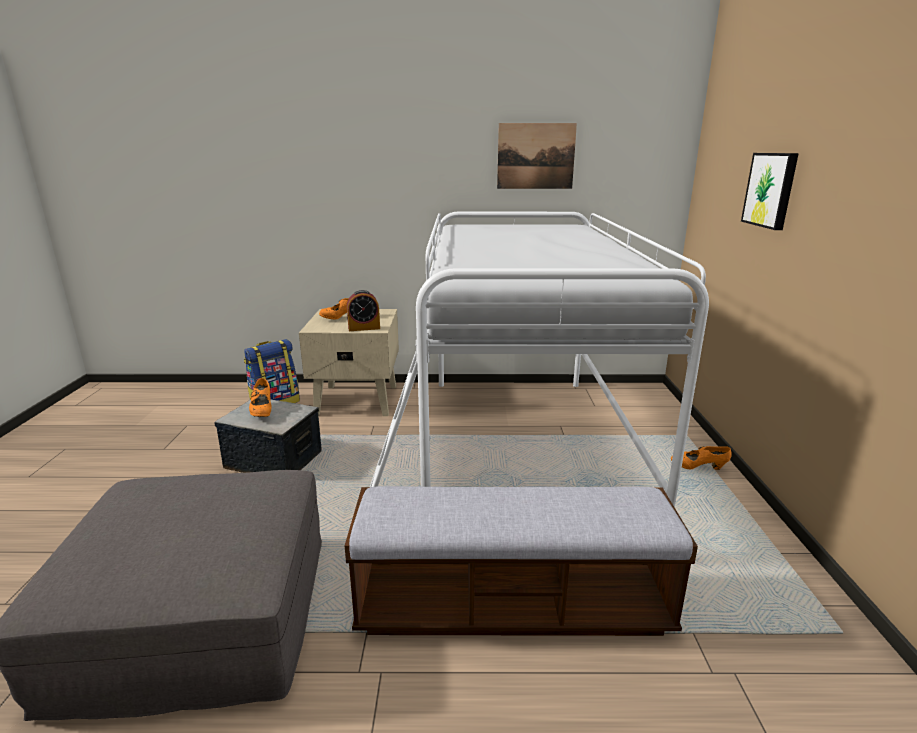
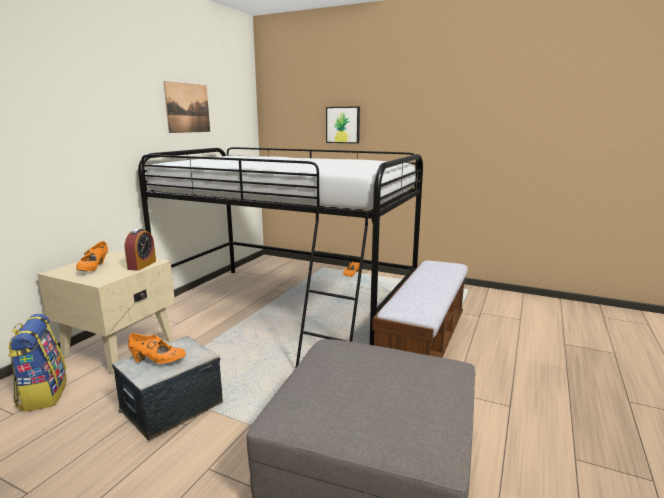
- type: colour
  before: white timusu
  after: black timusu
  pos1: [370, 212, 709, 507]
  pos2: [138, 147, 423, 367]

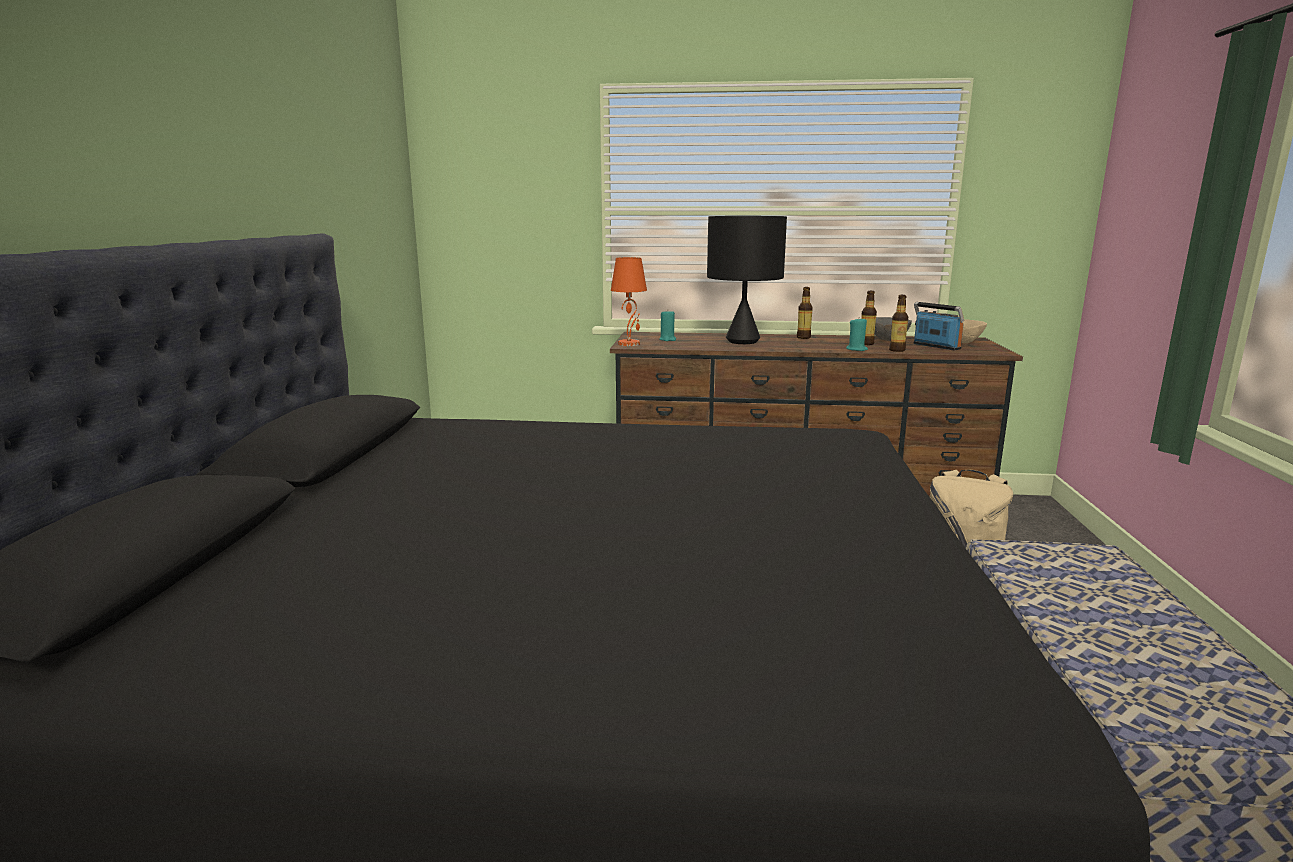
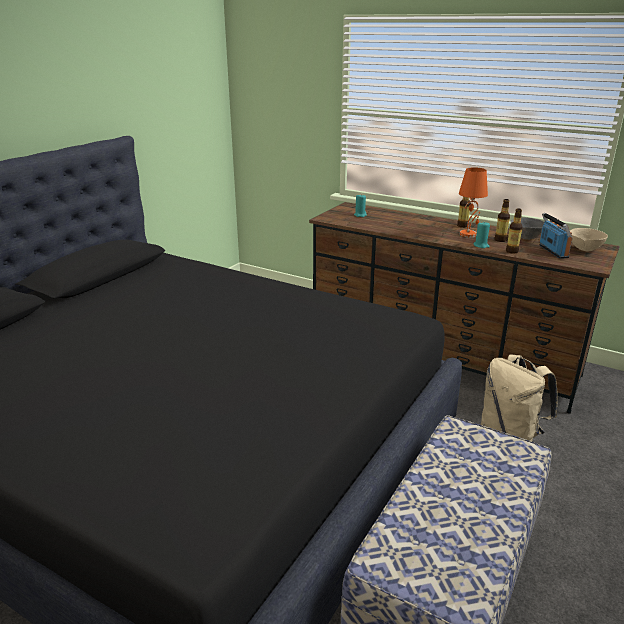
- type: missing
  before: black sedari
  pos1: [707, 216, 787, 344]
- type: relocated
  before: orange sedari
  pos1: [611, 257, 647, 346]
  pos2: [459, 167, 488, 237]

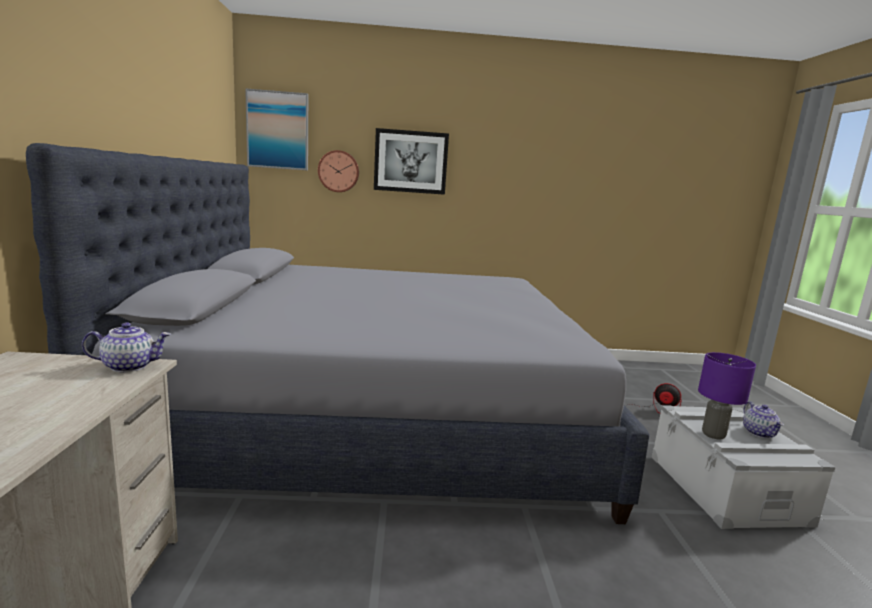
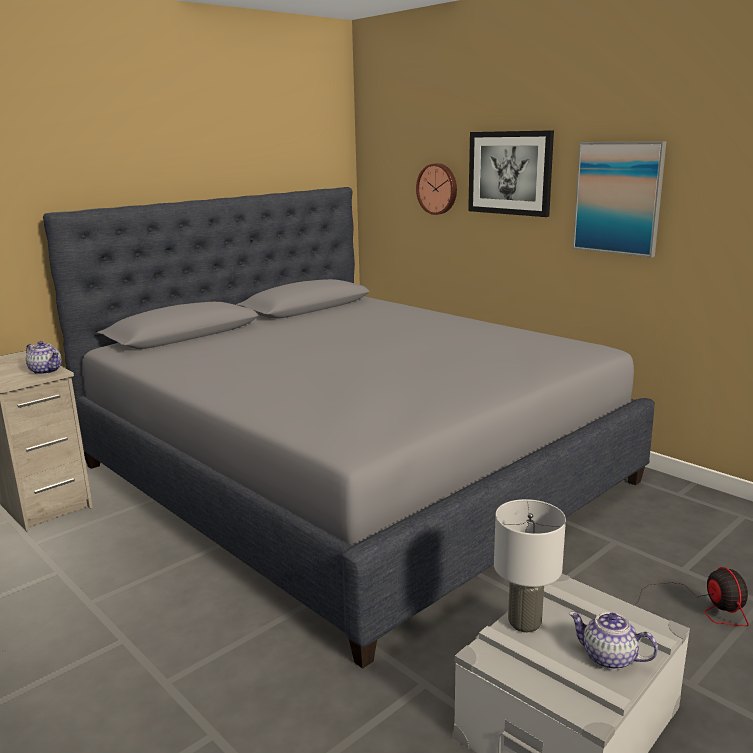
- type: relocated
  before: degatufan
  pos1: [245, 88, 308, 170]
  pos2: [573, 141, 666, 258]
- type: colour
  before: purple sedari
  after: white sedari
  pos1: [698, 352, 756, 440]
  pos2: [494, 499, 566, 633]
- type: spun
  before: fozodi
  pos1: [743, 401, 784, 438]
  pos2: [568, 611, 658, 670]
  turn: 75

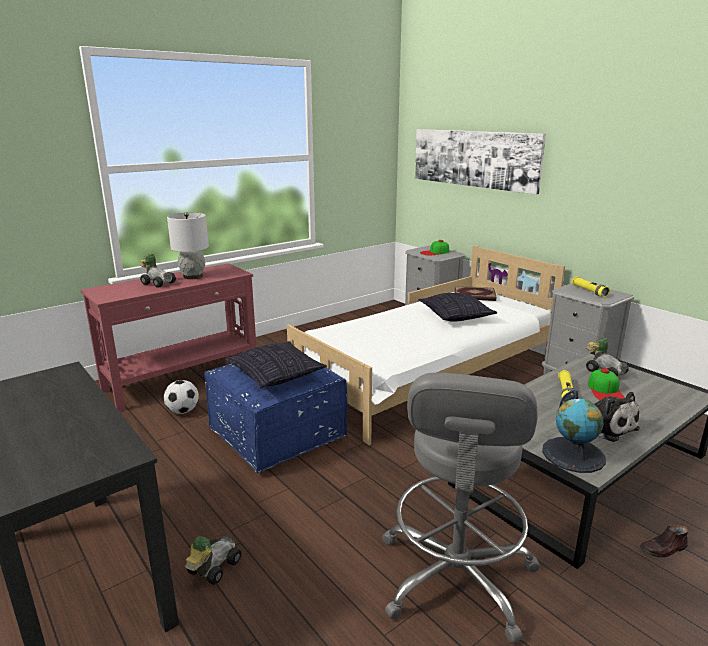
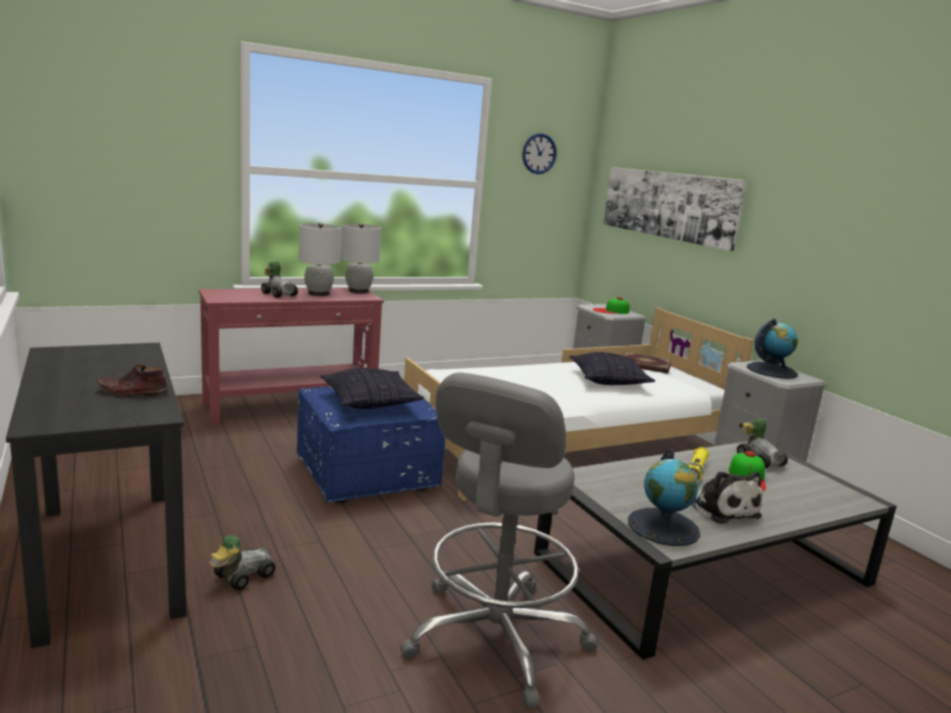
- type: missing
  before: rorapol
  pos1: [164, 380, 199, 414]
- type: appeared
  after: white sedari
  pos2: [340, 223, 381, 293]
- type: appeared
  after: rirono
  pos2: [522, 133, 556, 174]
- type: relocated
  before: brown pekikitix
  pos1: [639, 525, 688, 557]
  pos2: [96, 364, 168, 397]
- type: exchanged
  before: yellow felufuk
  after: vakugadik
  pos1: [572, 276, 610, 297]
  pos2: [747, 319, 798, 379]

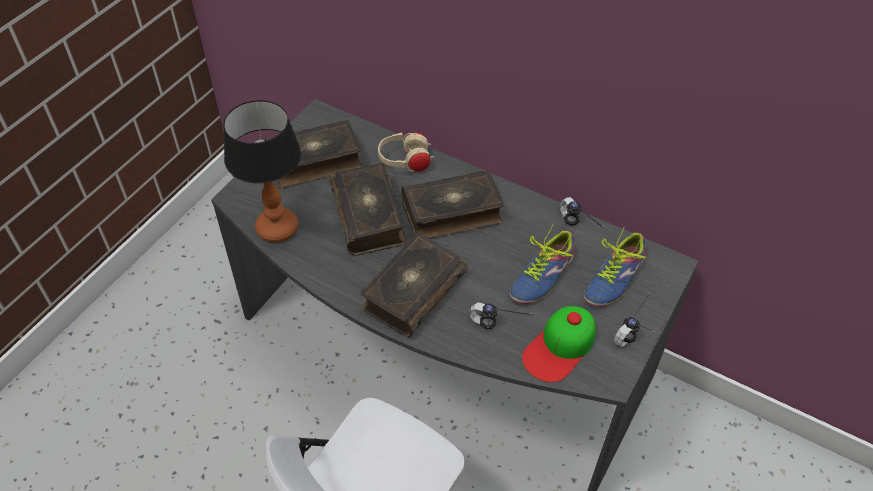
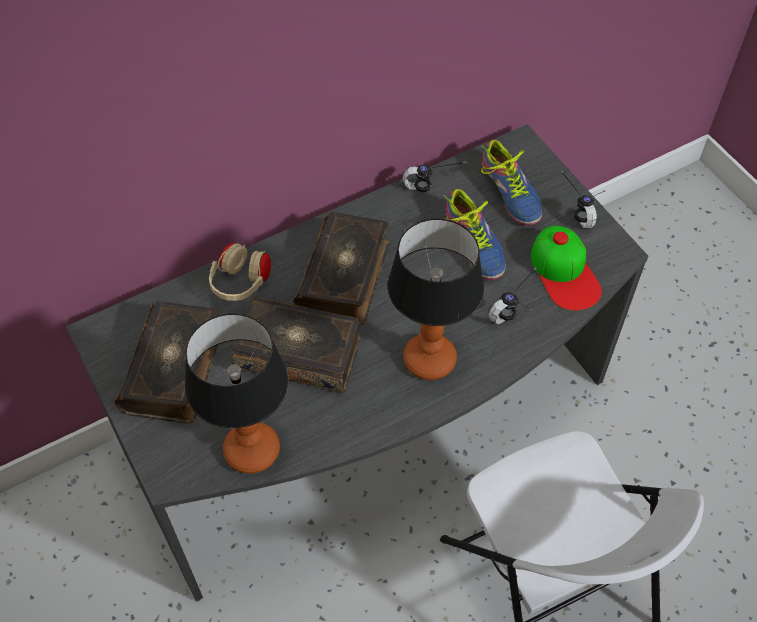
- type: exchanged
  before: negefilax
  after: sedari
  pos1: [360, 233, 467, 338]
  pos2: [387, 218, 484, 380]

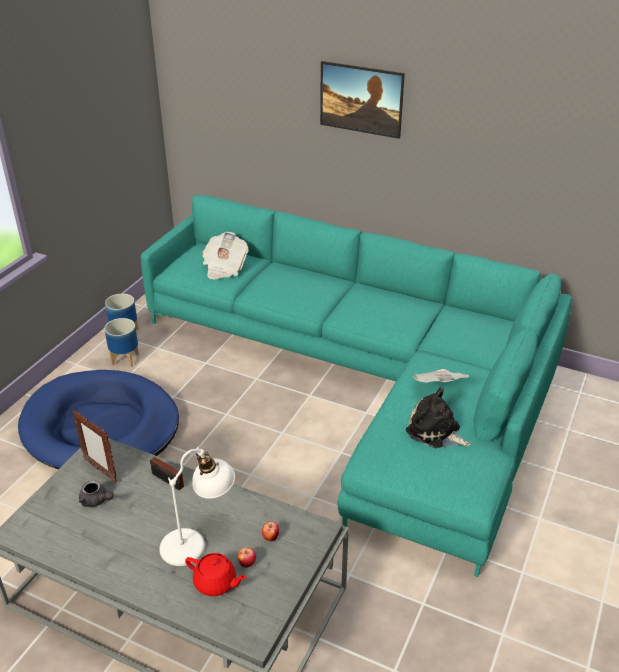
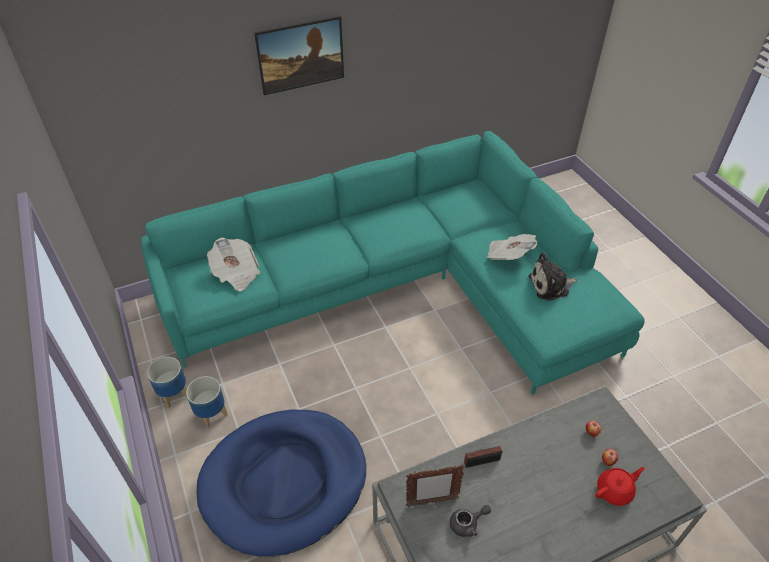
- type: missing
  before: white sedari
  pos1: [160, 447, 235, 566]

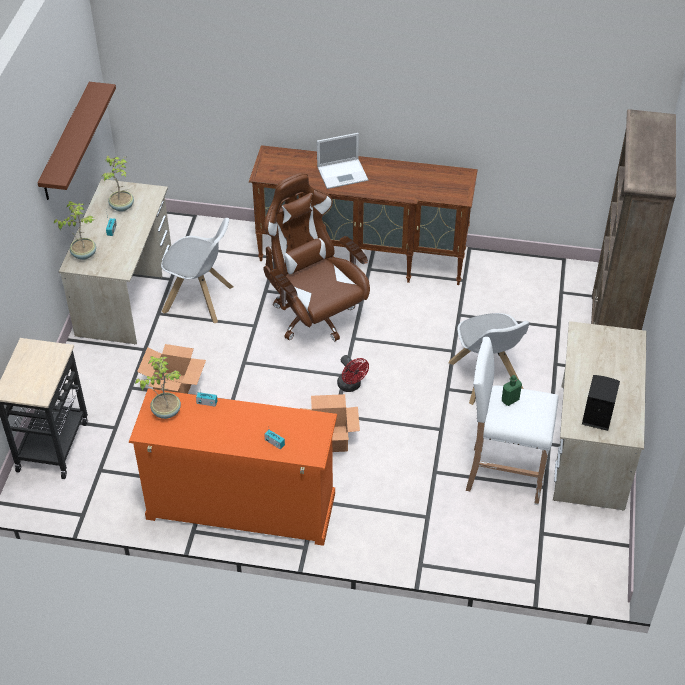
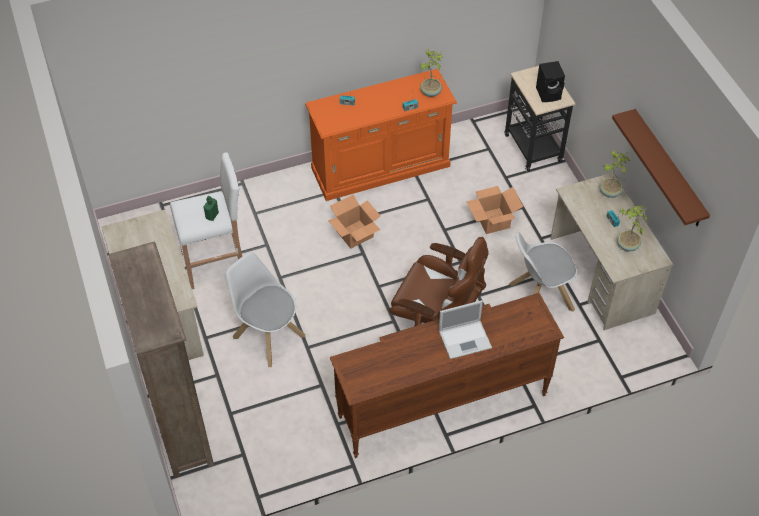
- type: missing
  before: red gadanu
  pos1: [337, 355, 369, 392]
- type: relocated
  before: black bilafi
  pos1: [582, 375, 620, 431]
  pos2: [536, 61, 565, 102]
- type: spun
  before: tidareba
  pos1: [317, 133, 368, 189]
  pos2: [439, 300, 492, 359]
  turn: -150

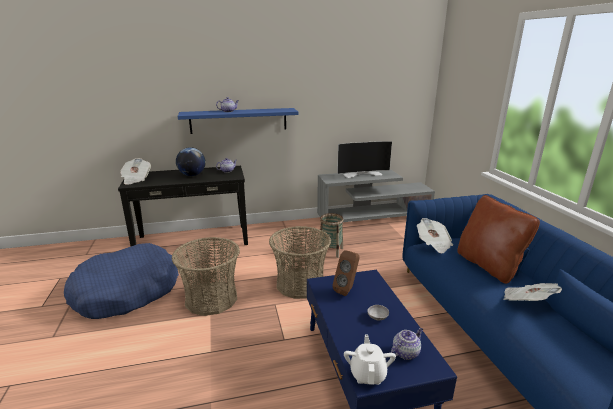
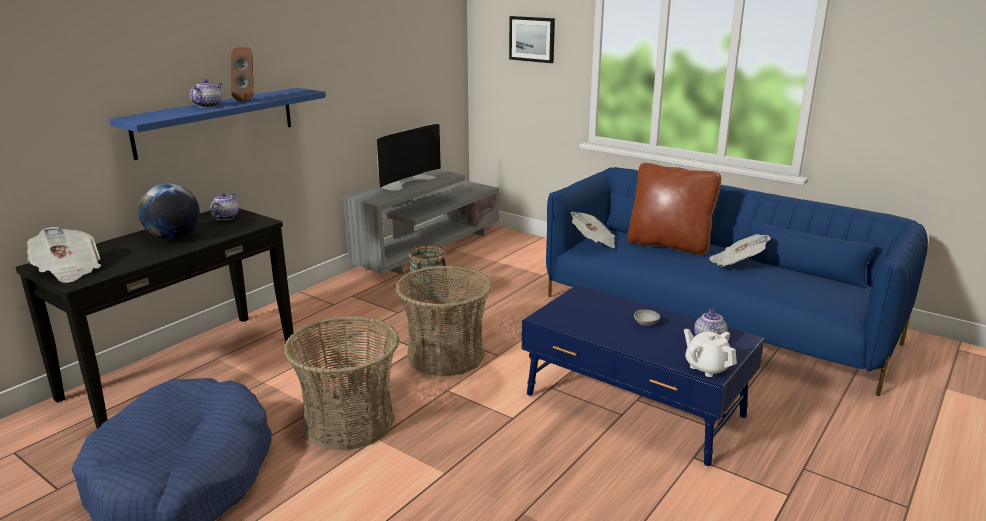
- type: appeared
  after: degatufan
  pos2: [509, 16, 555, 63]
- type: relocated
  before: brown bilafi
  pos1: [332, 250, 360, 296]
  pos2: [231, 47, 253, 101]

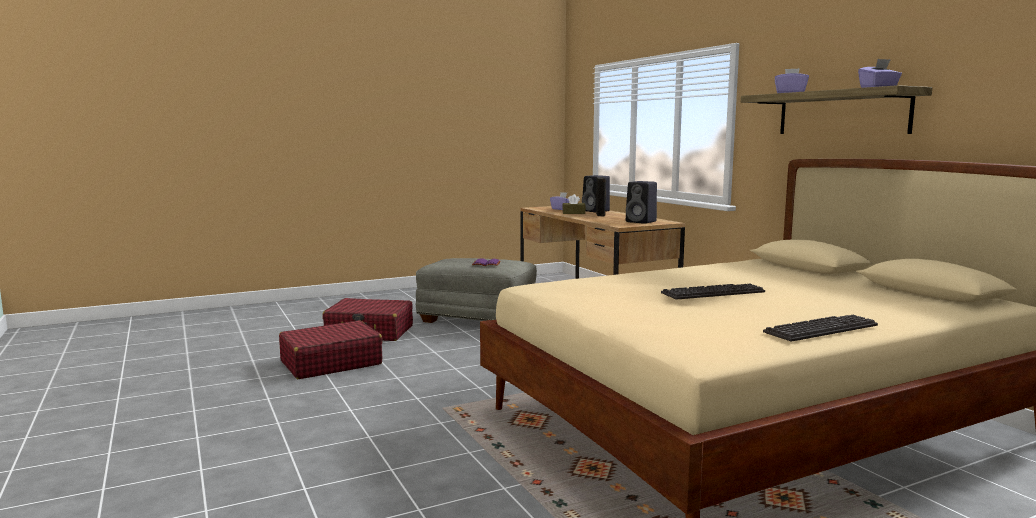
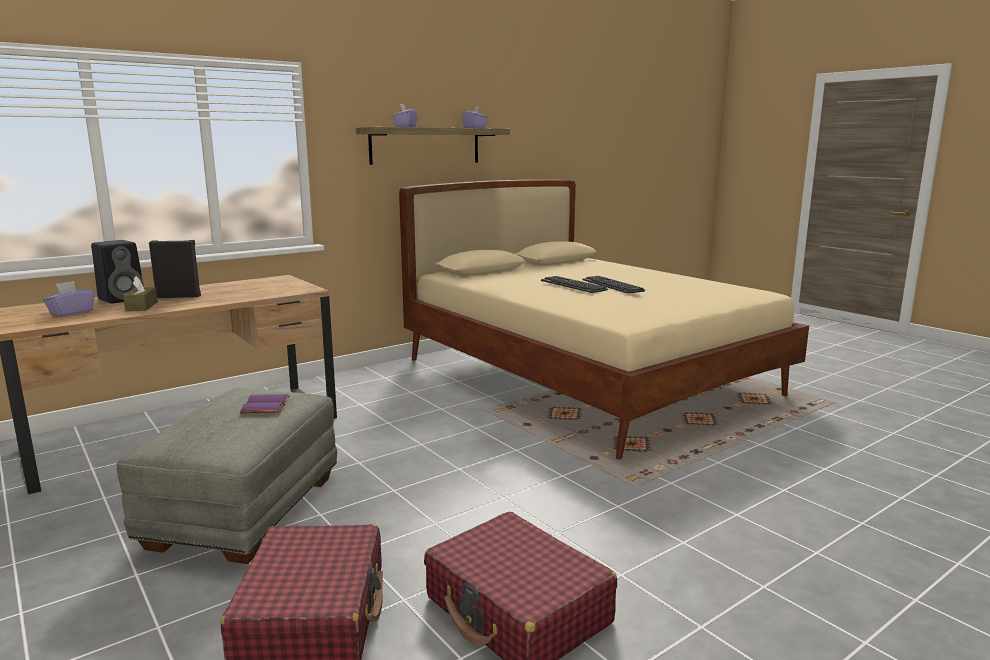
- type: missing
  before: black bilafi
  pos1: [626, 181, 657, 224]
- type: relocated
  before: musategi
  pos1: [763, 315, 878, 341]
  pos2: [541, 276, 608, 293]

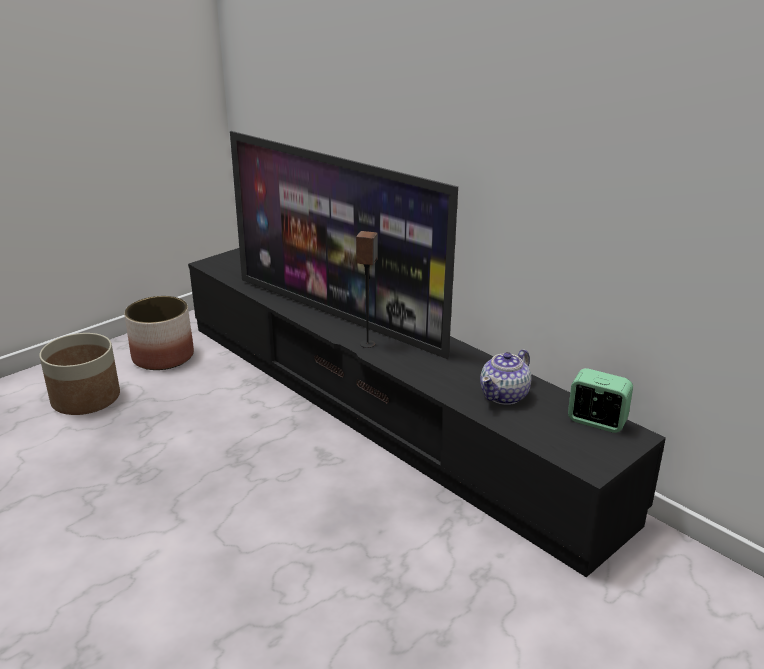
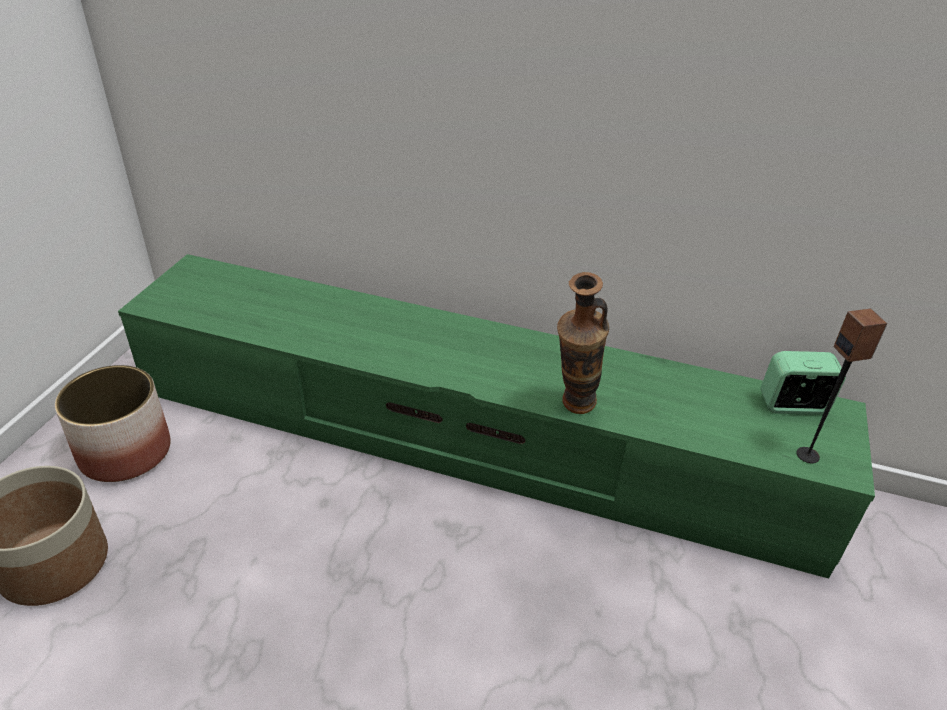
- type: missing
  before: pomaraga
  pos1: [230, 131, 458, 359]
- type: missing
  before: fozodi
  pos1: [480, 349, 532, 405]
- type: appeared
  after: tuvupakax
  pos2: [557, 272, 609, 414]
- type: relocated
  before: bilafi
  pos1: [356, 231, 378, 348]
  pos2: [796, 309, 888, 463]
- type: colour
  before: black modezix
  after: green modezix
  pos1: [188, 248, 666, 577]
  pos2: [118, 254, 875, 579]

